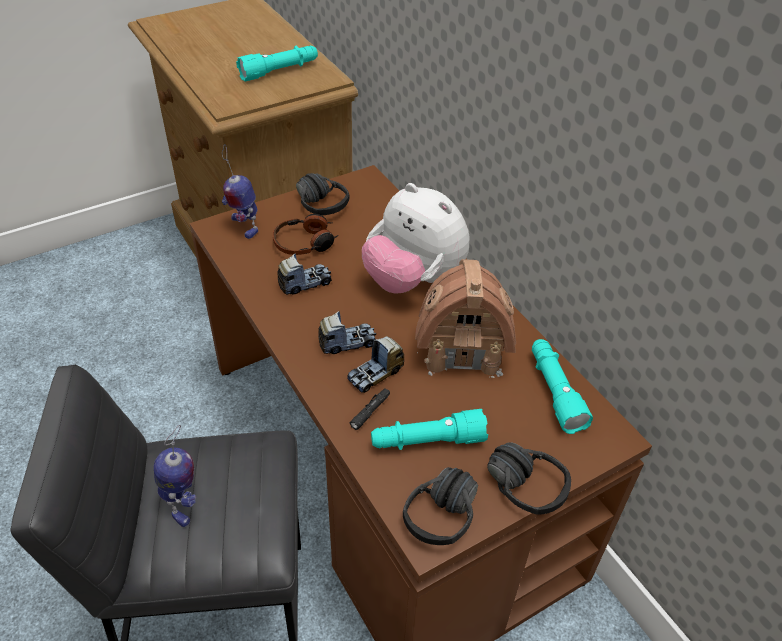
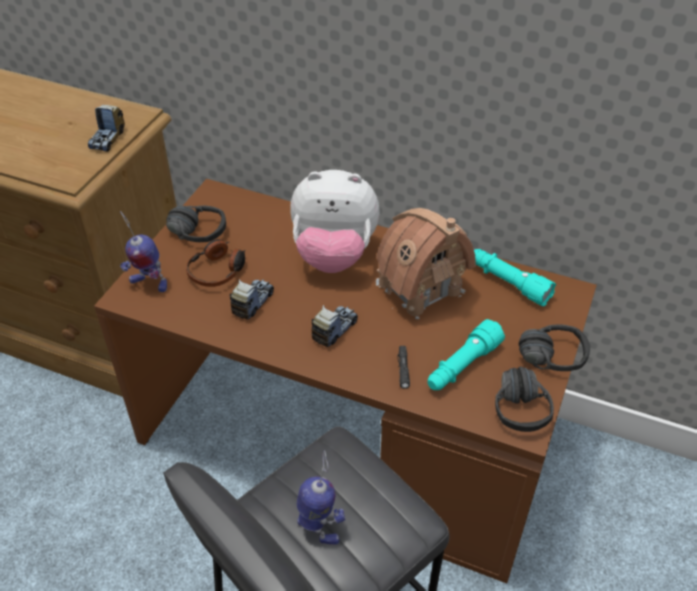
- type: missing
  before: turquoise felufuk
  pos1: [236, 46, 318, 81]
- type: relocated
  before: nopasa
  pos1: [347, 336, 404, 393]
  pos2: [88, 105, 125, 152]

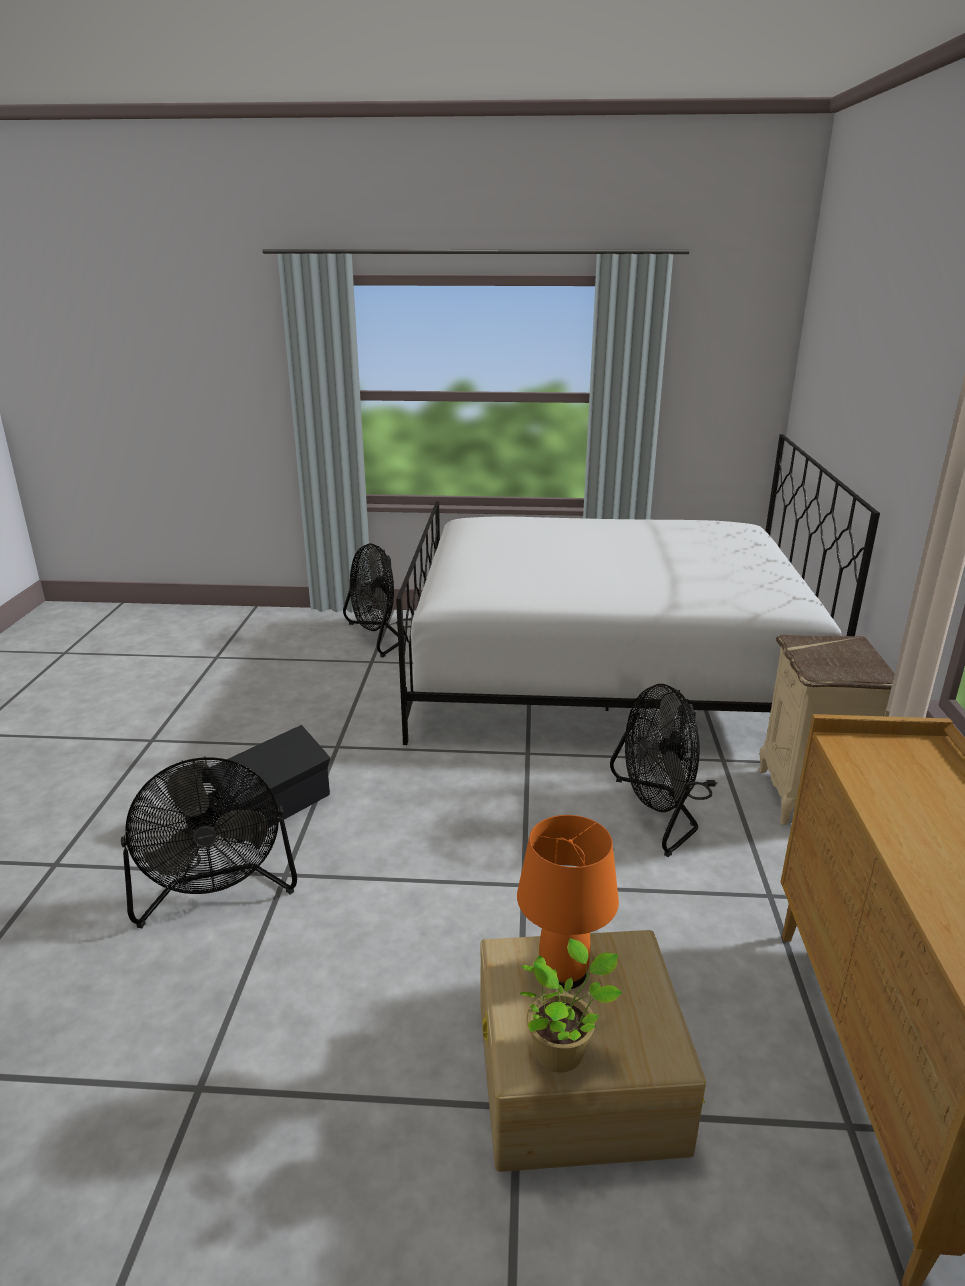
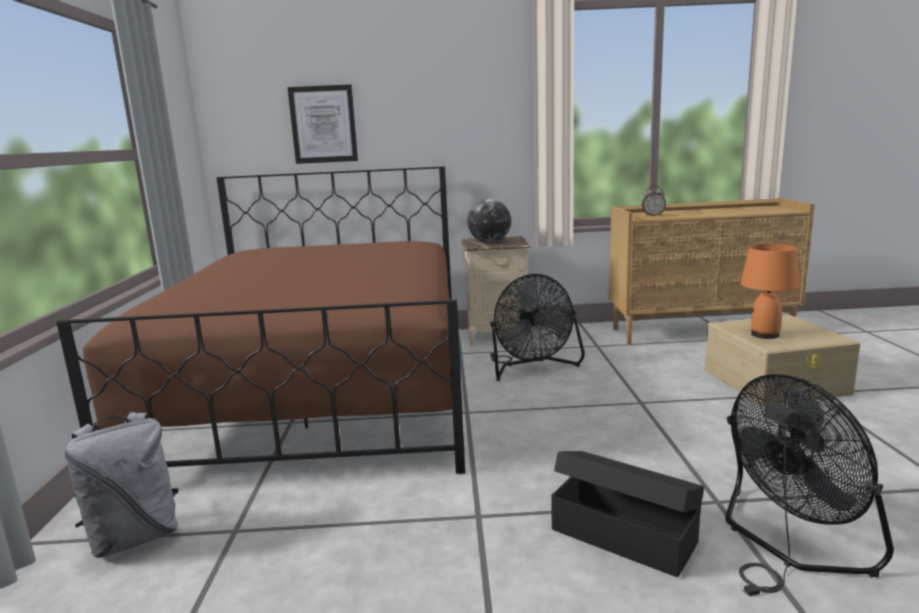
- type: missing
  before: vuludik
  pos1: [520, 939, 623, 1073]
- type: appeared
  after: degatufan
  pos2: [288, 84, 358, 164]
- type: appeared
  after: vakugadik
  pos2: [468, 199, 511, 243]
- type: appeared
  after: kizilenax
  pos2: [642, 186, 666, 216]
- type: exchanged
  before: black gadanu
  after: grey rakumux
  pos1: [343, 543, 411, 658]
  pos2: [65, 412, 179, 558]
- type: colour
  before: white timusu
  after: brown timusu
  pos1: [396, 434, 880, 745]
  pos2: [56, 166, 465, 474]

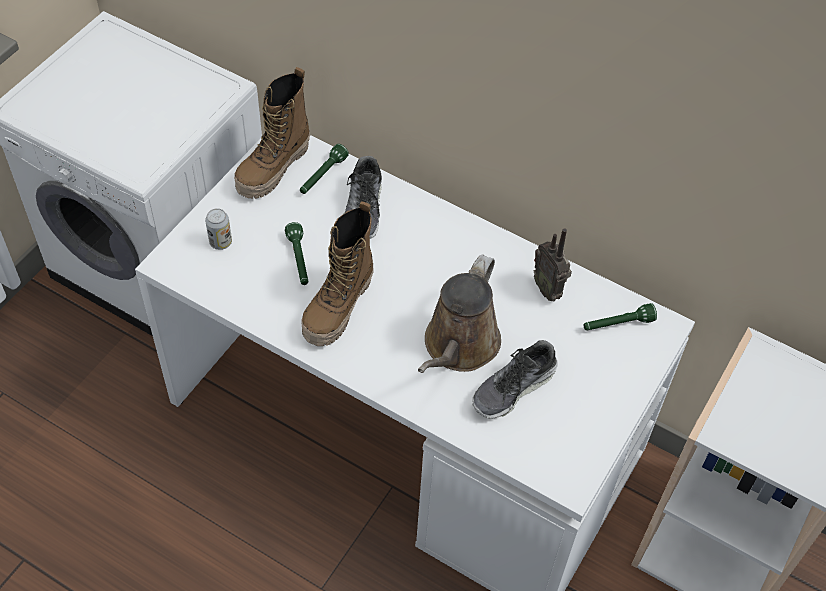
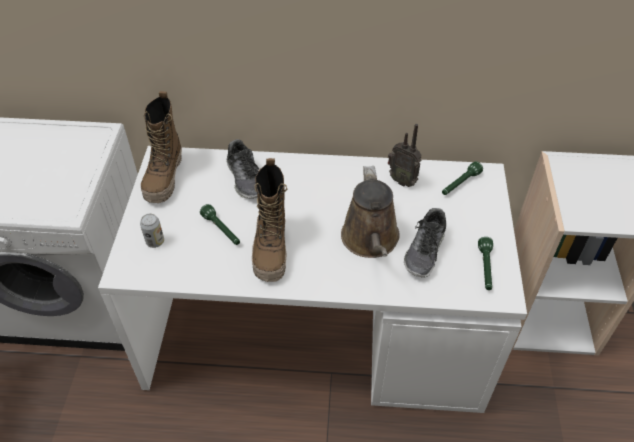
- type: relocated
  before: green felufuk
  pos1: [300, 144, 349, 194]
  pos2: [478, 237, 493, 290]

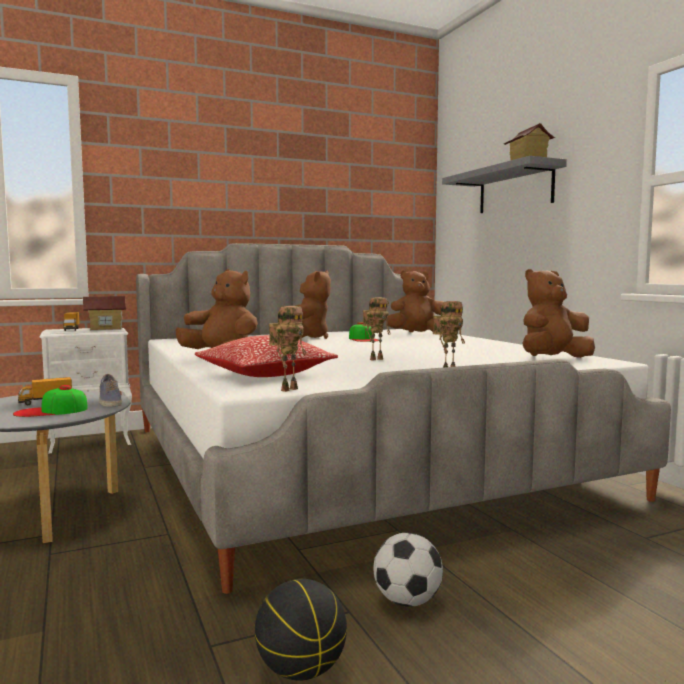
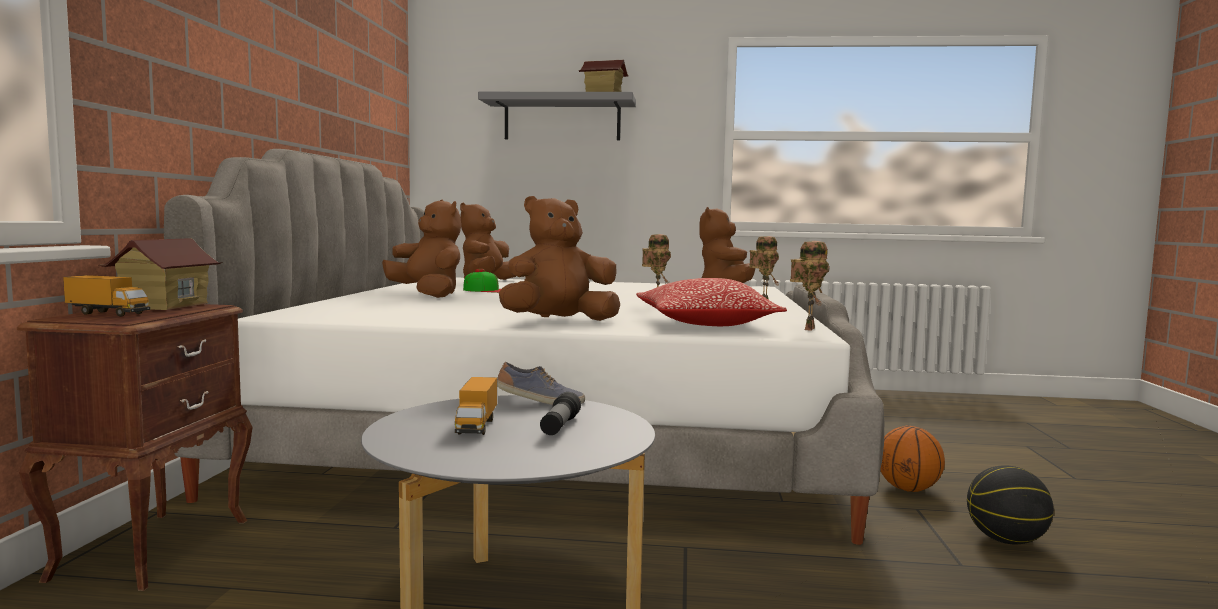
- type: exchanged
  before: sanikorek
  after: felufuk
  pos1: [13, 385, 88, 417]
  pos2: [540, 392, 581, 435]
- type: exchanged
  before: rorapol
  after: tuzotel
  pos1: [374, 533, 443, 607]
  pos2: [880, 426, 945, 492]
- type: colour
  before: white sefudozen
  after: brown sefudozen
  pos1: [40, 327, 132, 454]
  pos2: [17, 304, 253, 591]
- type: spun
  before: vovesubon
  pos1: [269, 306, 307, 392]
  pos2: [790, 241, 830, 331]
  turn: 45

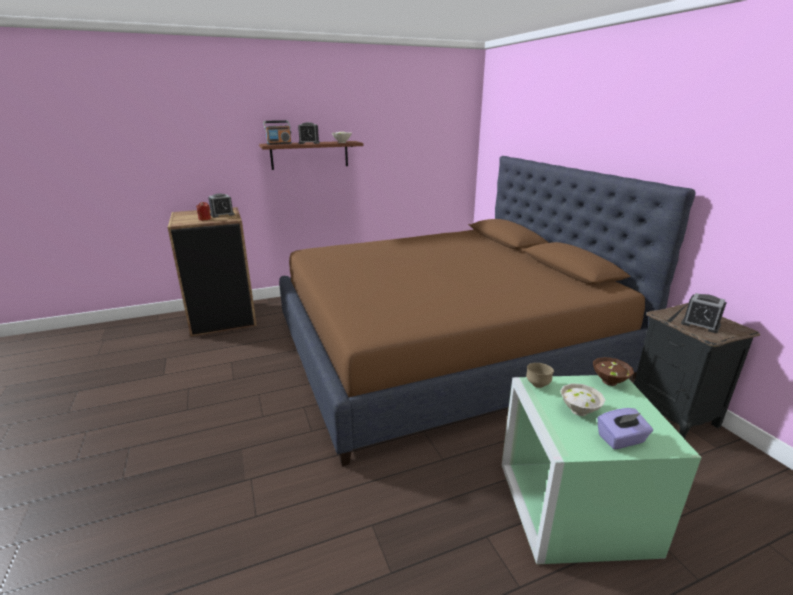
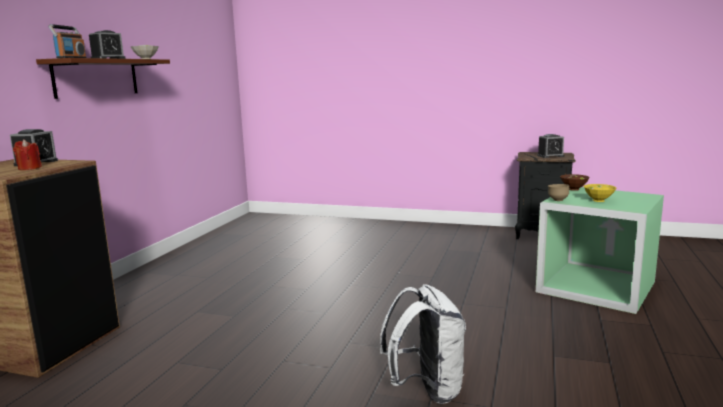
- type: missing
  before: brown timusu
  pos1: [279, 156, 696, 466]
- type: missing
  before: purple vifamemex
  pos1: [598, 408, 653, 449]
- type: appeared
  after: white rakumux
  pos2: [380, 284, 466, 404]
- type: colour
  before: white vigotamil
  after: yellow vigotamil
  pos1: [560, 383, 605, 416]
  pos2: [584, 184, 617, 202]

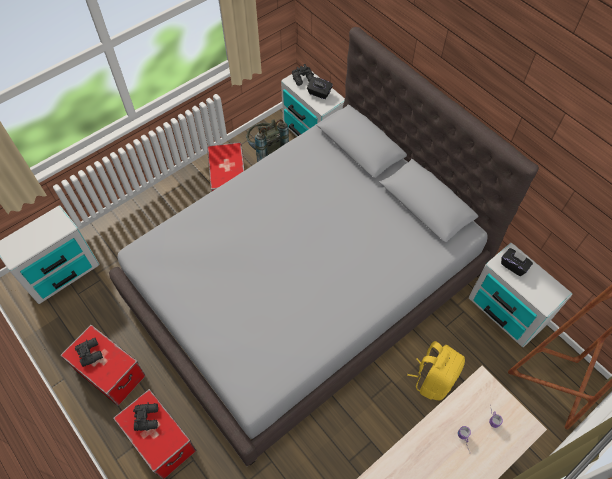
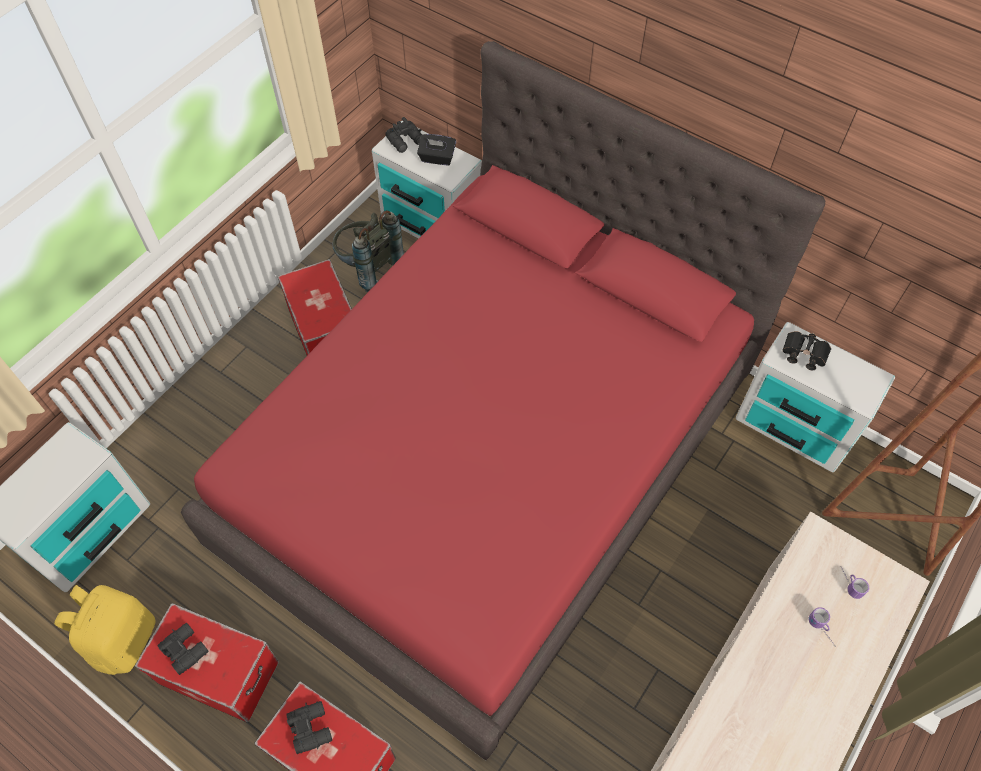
- type: relocated
  before: yellow rakumux
  pos1: [407, 341, 465, 400]
  pos2: [54, 585, 156, 675]
- type: exchanged
  before: black vifamemex
  after: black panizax
  pos1: [501, 248, 533, 276]
  pos2: [782, 331, 831, 370]
- type: colour
  before: grey timusu
  after: red timusu
  pos1: [109, 27, 539, 466]
  pos2: [181, 41, 825, 760]

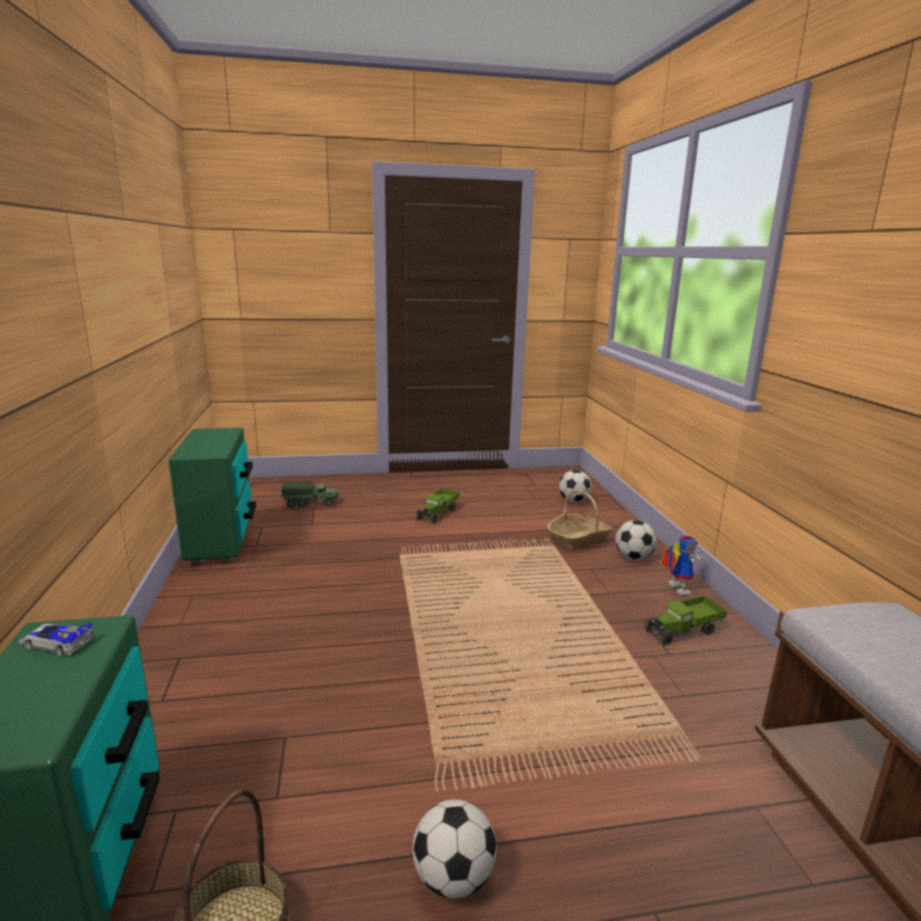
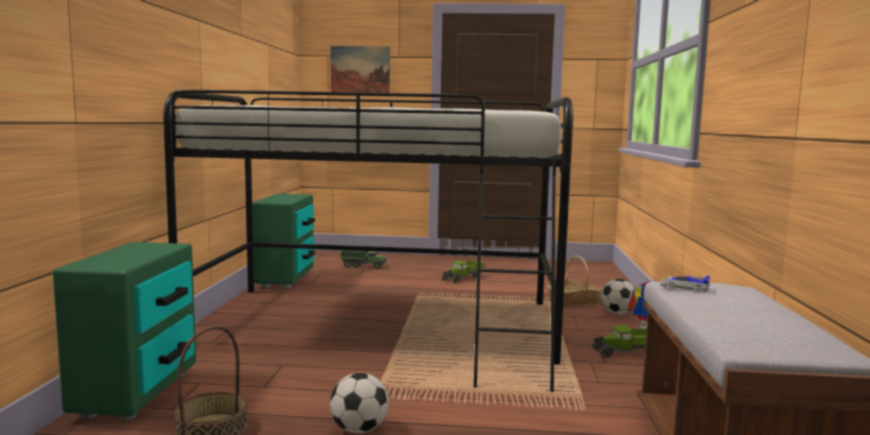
- type: missing
  before: rorapol
  pos1: [559, 470, 592, 503]
- type: appeared
  after: black timusu
  pos2: [163, 90, 573, 392]
- type: appeared
  after: degatufan
  pos2: [331, 46, 390, 93]
- type: relocated
  before: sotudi
  pos1: [19, 623, 95, 656]
  pos2: [660, 276, 710, 292]

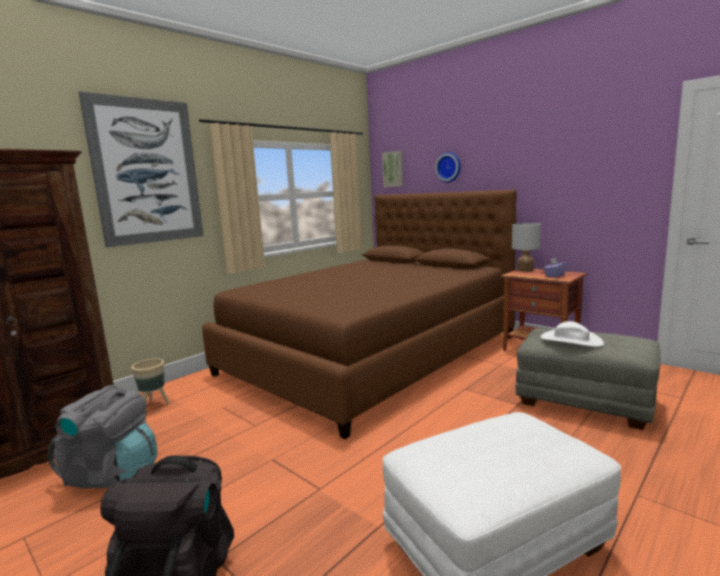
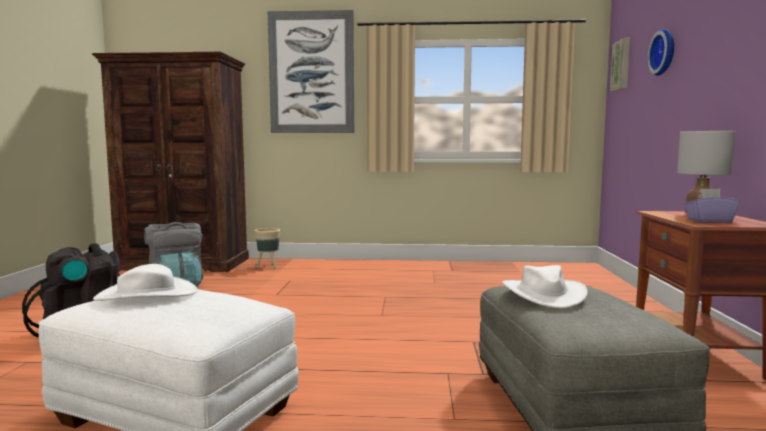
- type: missing
  before: brown timusu
  pos1: [202, 189, 517, 439]
- type: appeared
  after: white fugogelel
  pos2: [93, 264, 198, 301]

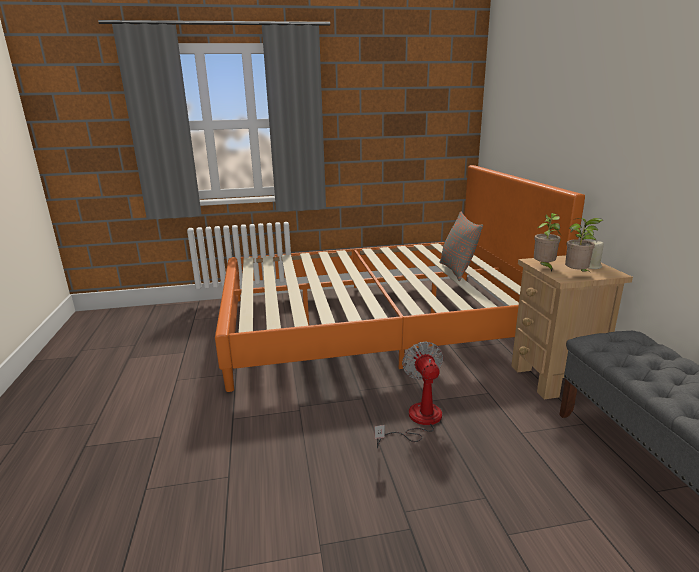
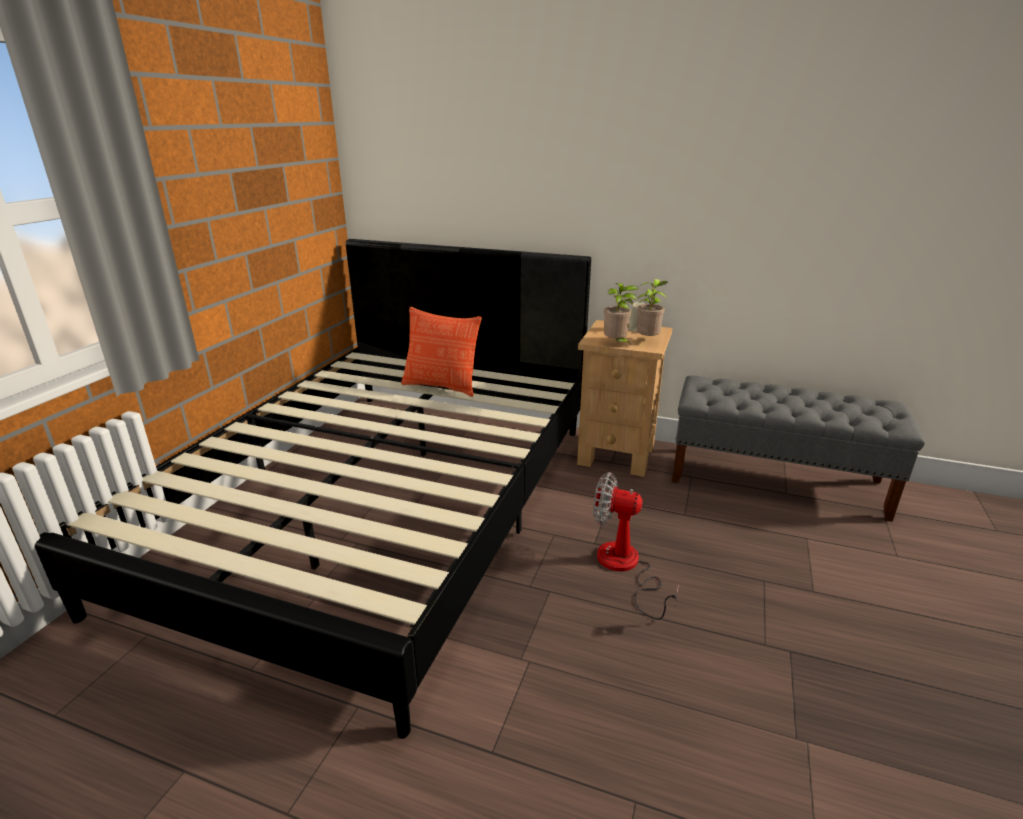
- type: colour
  before: orange timusu
  after: black timusu
  pos1: [215, 165, 585, 392]
  pos2: [35, 239, 591, 739]
- type: colour
  before: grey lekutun
  after: orange lekutun
  pos1: [439, 211, 483, 281]
  pos2: [401, 307, 482, 397]

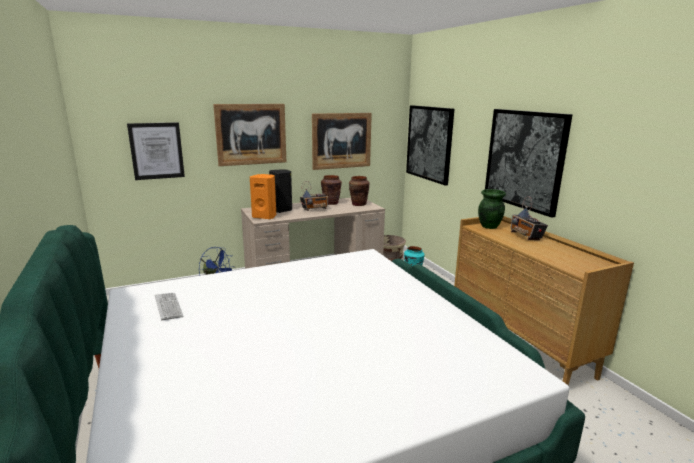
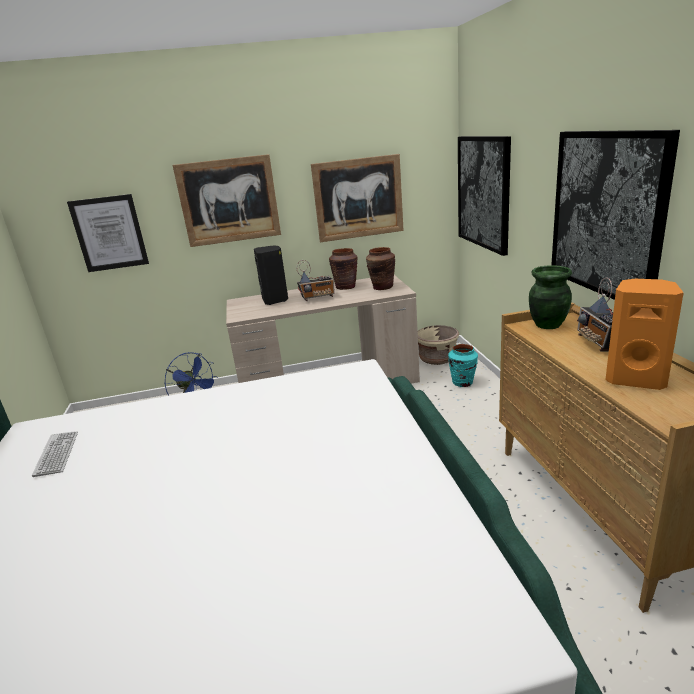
- type: relocated
  before: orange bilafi
  pos1: [250, 174, 276, 219]
  pos2: [605, 279, 684, 390]

